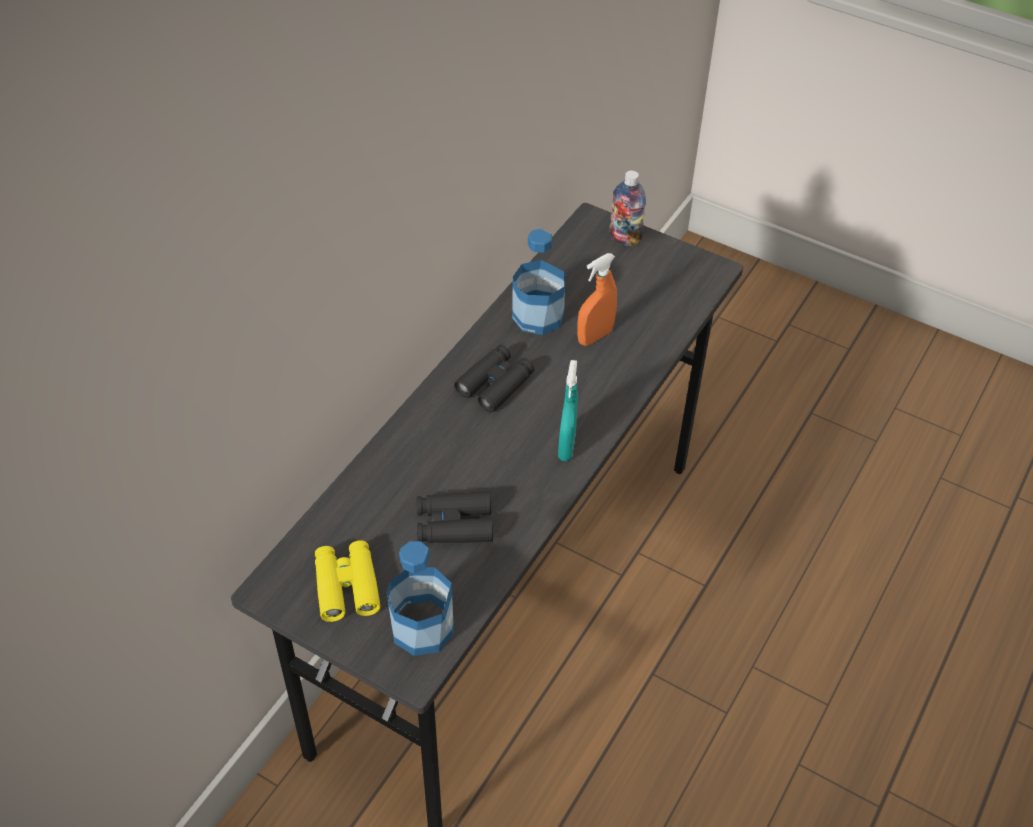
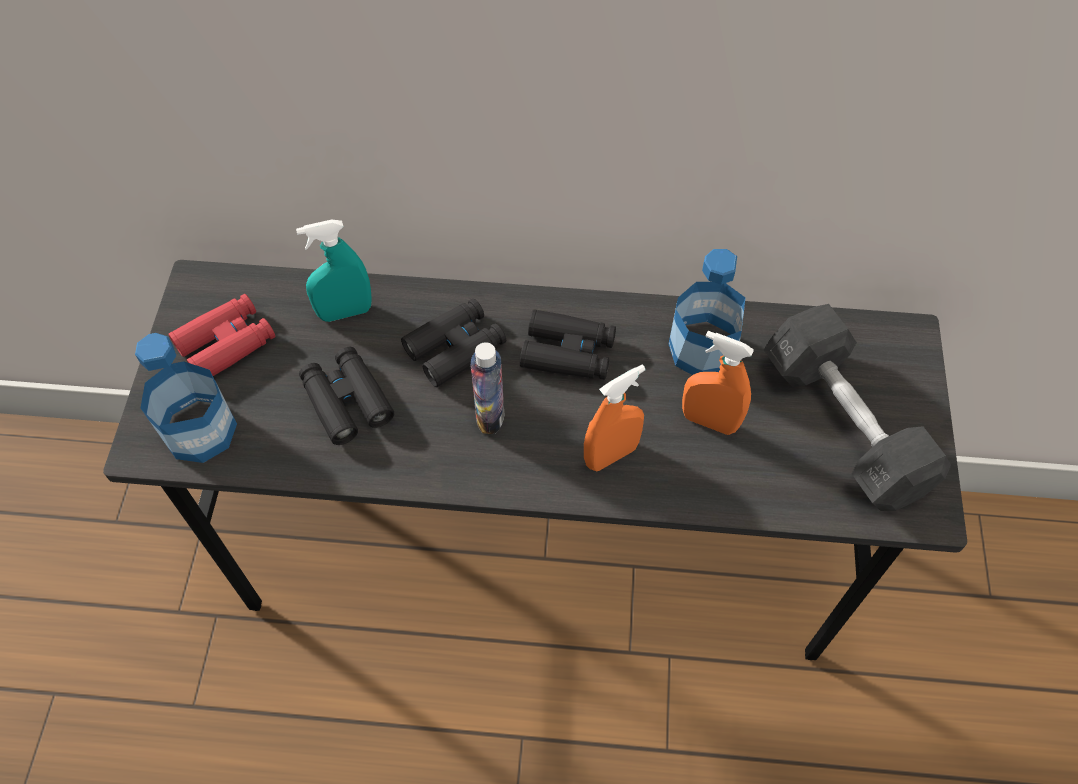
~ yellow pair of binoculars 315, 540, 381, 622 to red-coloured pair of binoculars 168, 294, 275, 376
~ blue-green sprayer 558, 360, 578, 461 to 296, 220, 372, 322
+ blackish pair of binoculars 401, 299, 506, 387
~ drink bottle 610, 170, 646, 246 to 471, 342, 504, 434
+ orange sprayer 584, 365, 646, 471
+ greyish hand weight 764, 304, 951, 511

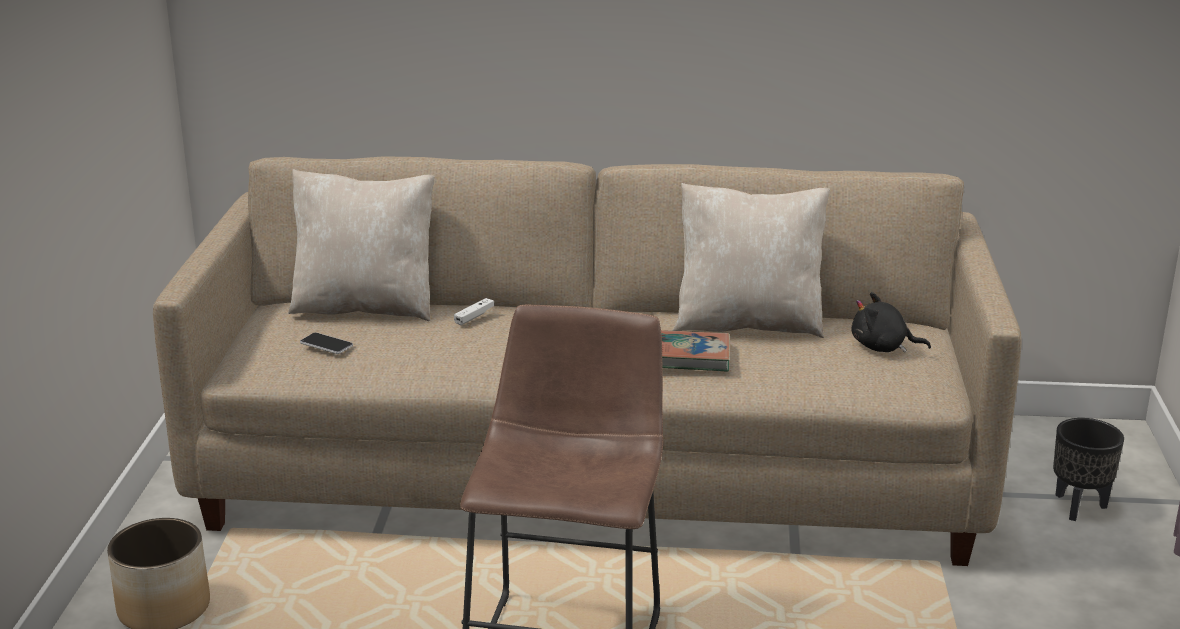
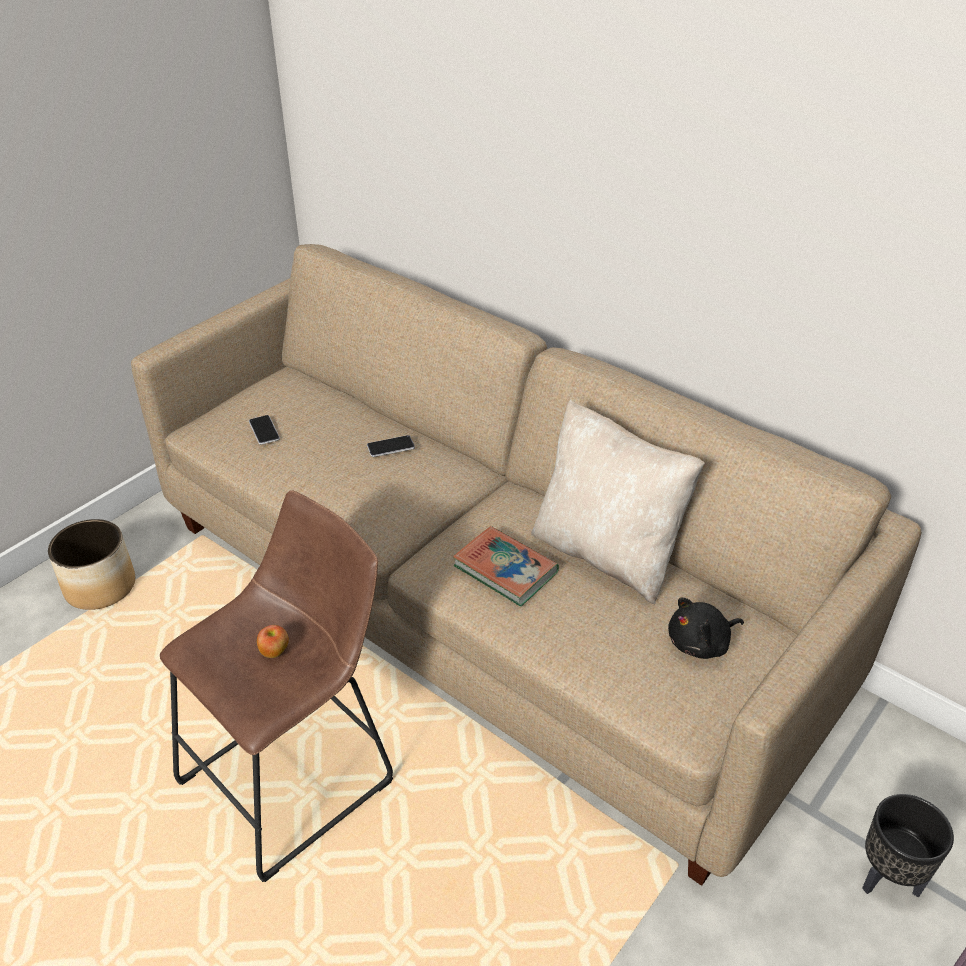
+ apple 257, 625, 289, 658
~ whitish gamepad 454, 298, 494, 325 to telephone 367, 435, 415, 457
~ blackish cuddly toy 852, 292, 931, 353 = 668, 597, 744, 659 75 degrees counterclockwise
- beige pillow 288, 169, 435, 321

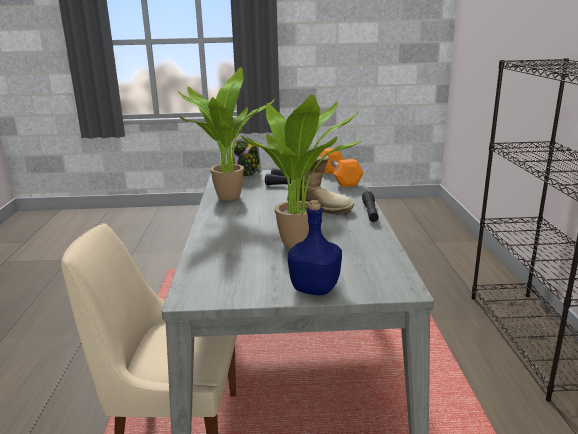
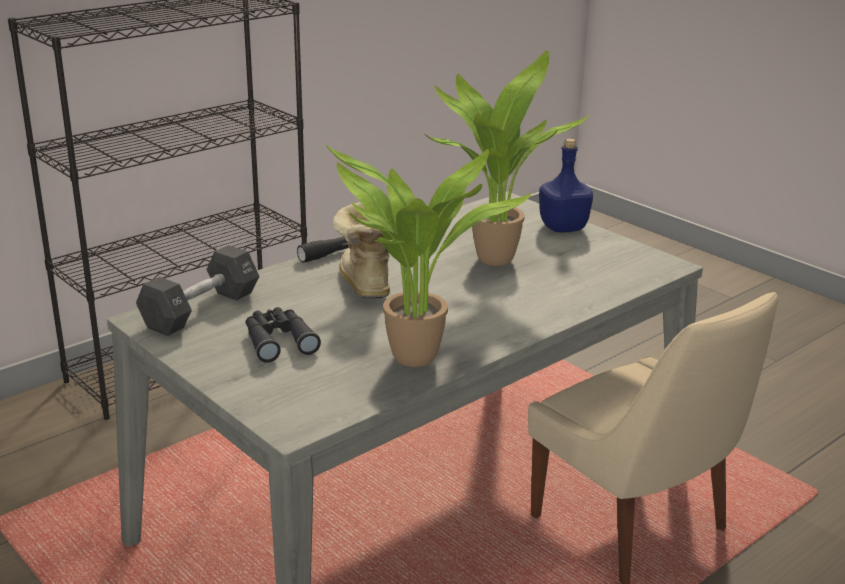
~ orange hand weight 319, 148, 364, 187 to blackish hand weight 136, 245, 259, 336
- storage jar 232, 138, 261, 177

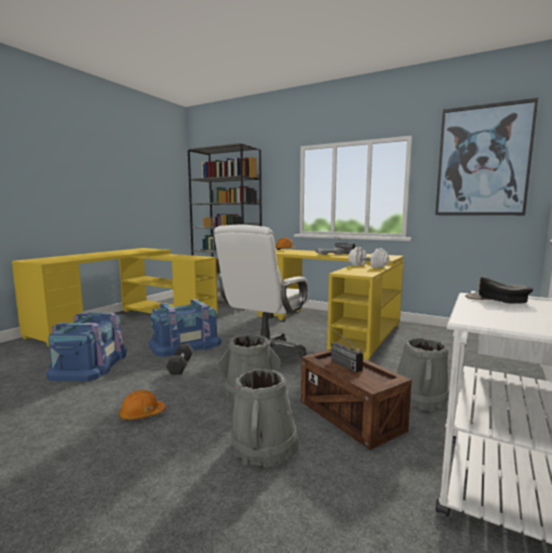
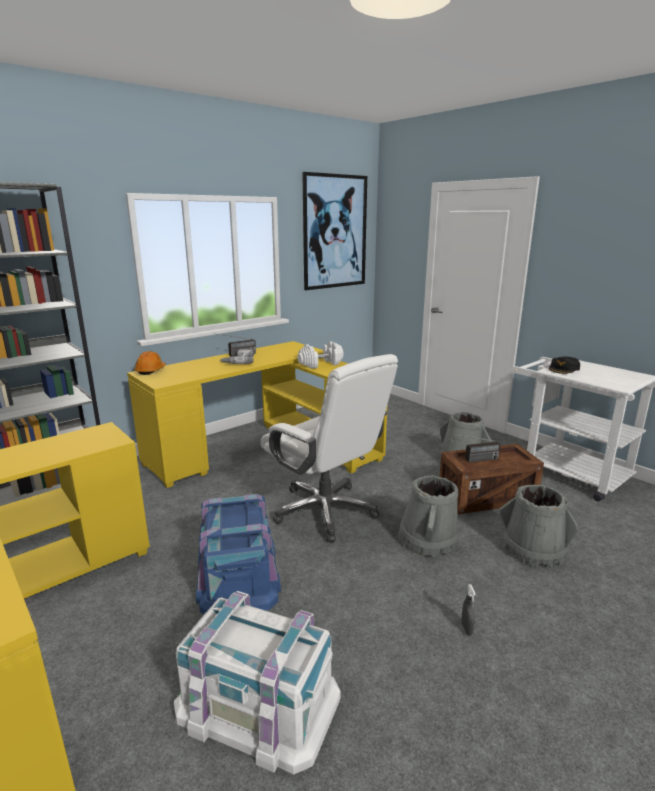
~ blue-coloured storage box 47, 312, 127, 381 to whitish storage box 174, 591, 341, 775
~ orange work helmet 119, 390, 165, 420 to greyish sprayer 461, 584, 475, 636
- blackish hand weight 166, 344, 194, 375

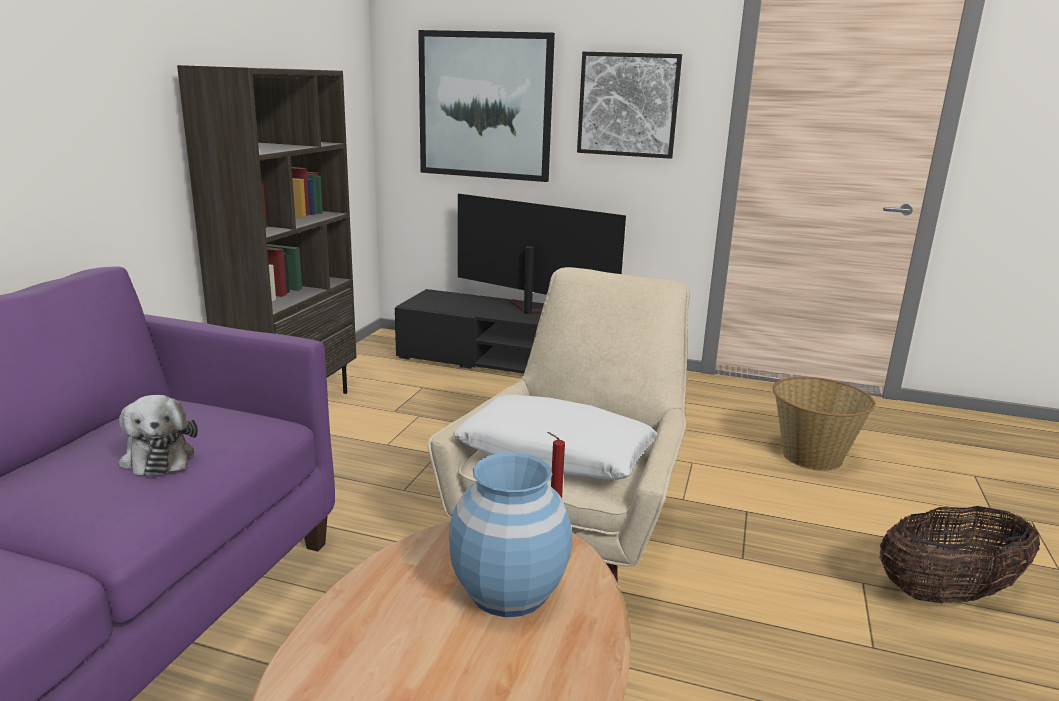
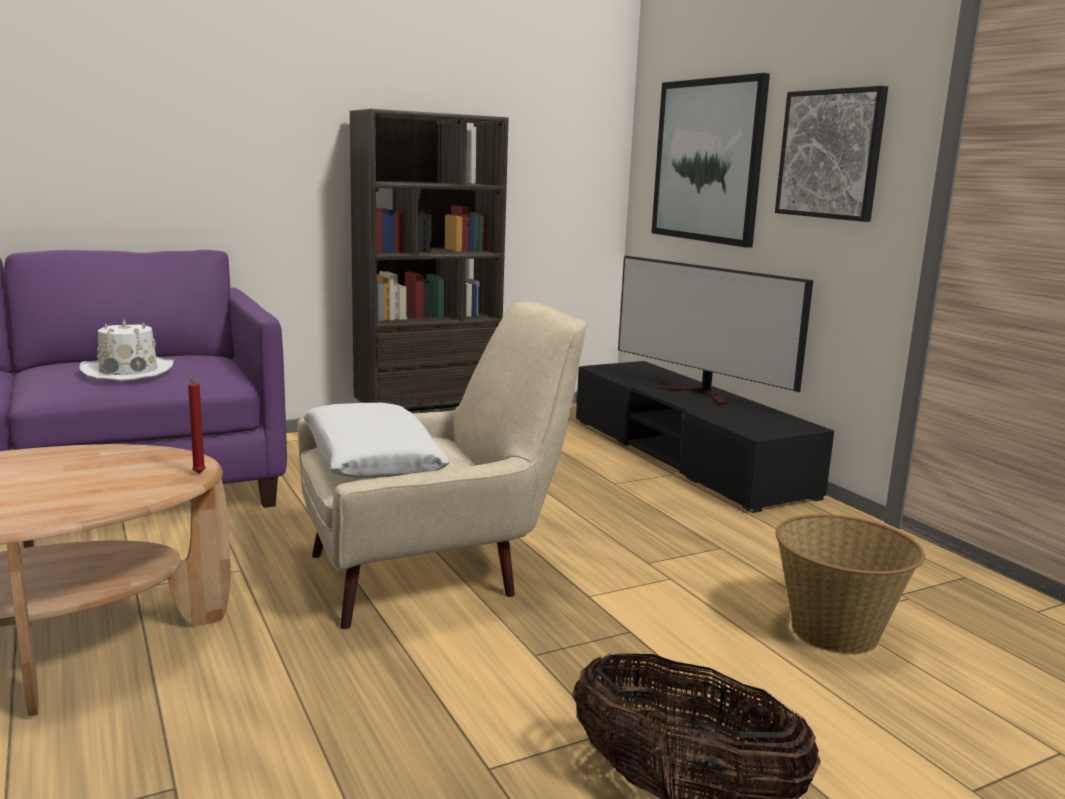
~ cuddly toy 119, 395, 198, 477 to whitish hat 79, 319, 174, 381
~ TV 458, 194, 626, 314 = 618, 256, 813, 404 150 degrees clockwise
- blue-coloured flower vase 449, 452, 572, 617

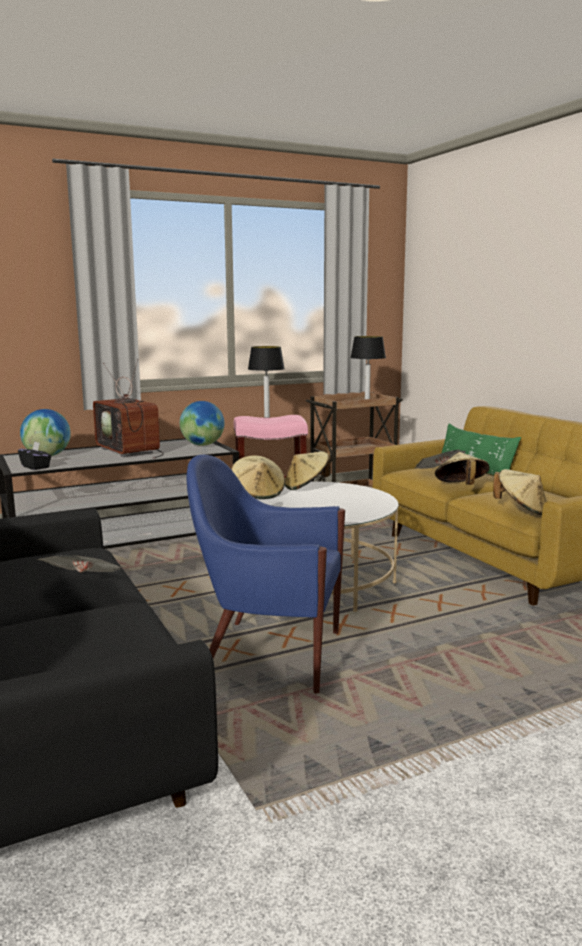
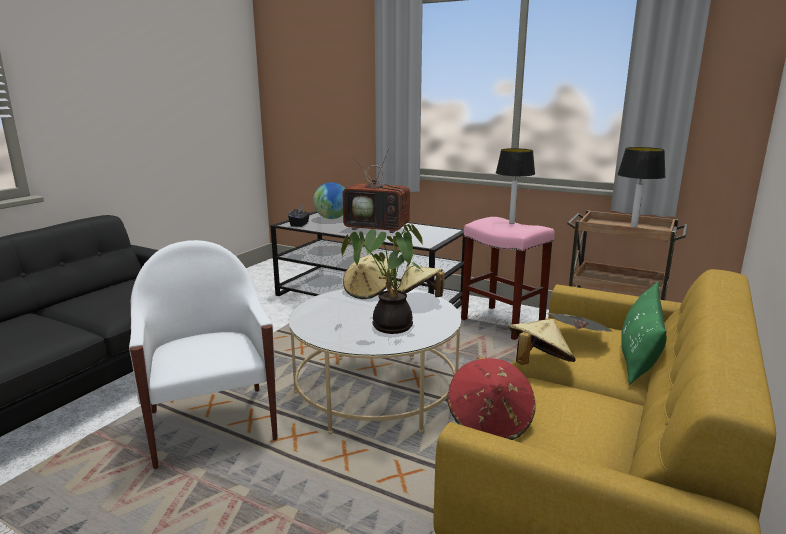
~ blue-coloured armchair 186, 455, 345, 694 to whitish armchair 129, 240, 278, 469
+ potted plant 341, 222, 424, 334
~ TV 93, 359, 164, 458 = 343, 149, 418, 233 90 degrees counterclockwise
~ beige hat 493, 469, 546, 515 to red-coloured hat 447, 357, 536, 440
- newspaper 37, 555, 121, 572
- world globe 180, 401, 225, 446

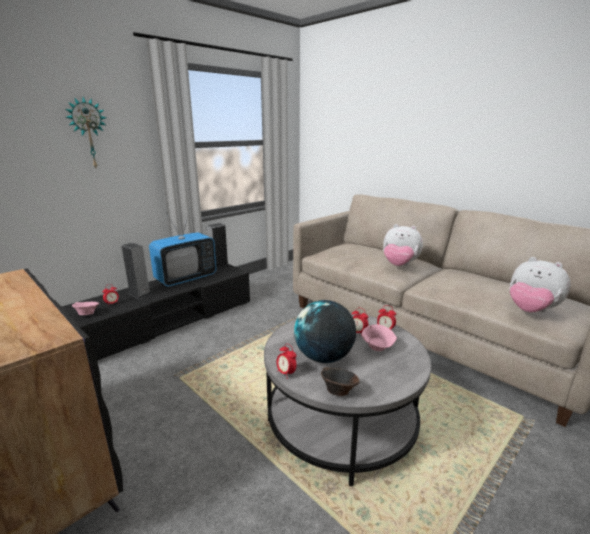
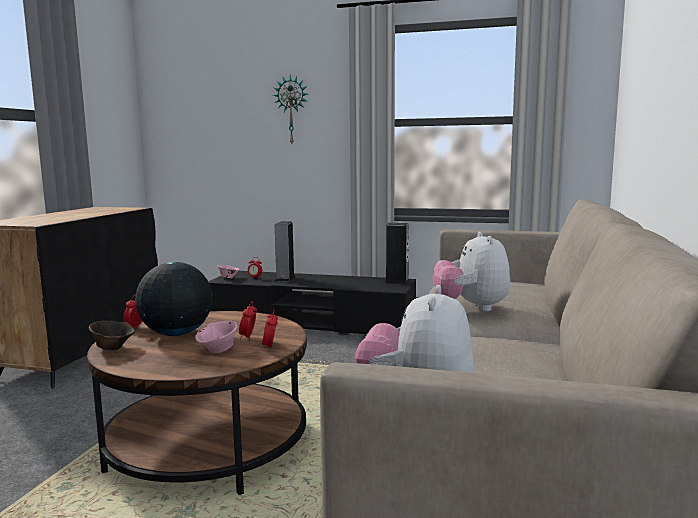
~ greyish coffee table 264, 313, 431, 486 to brown-coloured coffee table 87, 311, 307, 495
- TV 149, 209, 217, 287

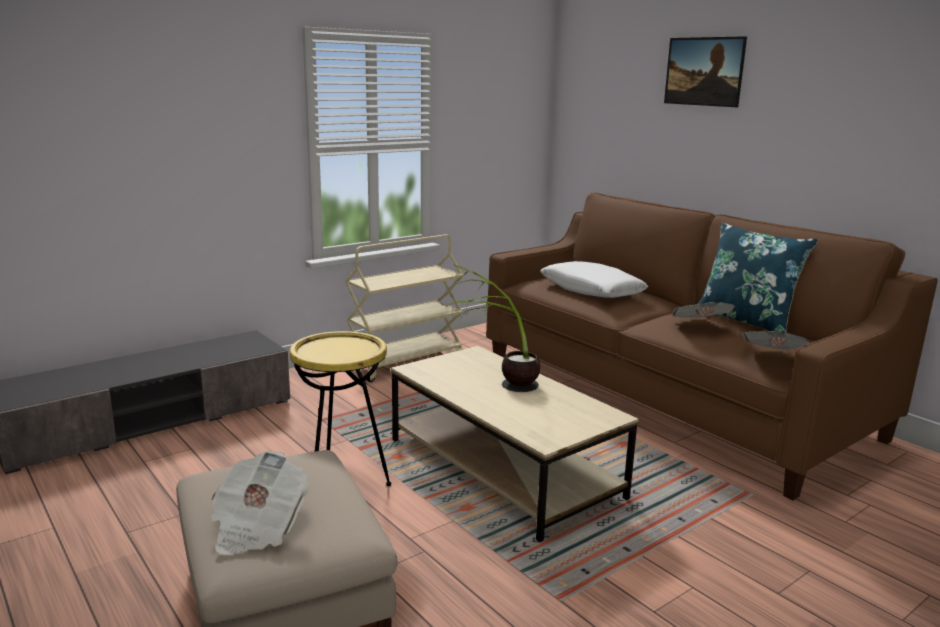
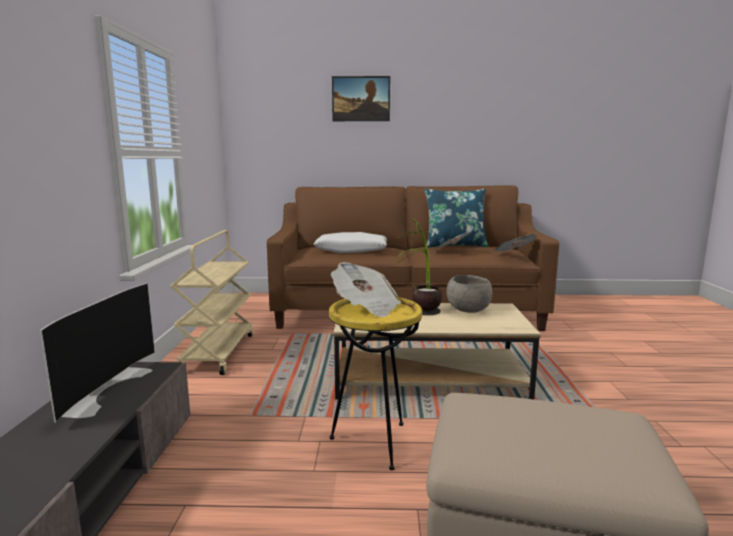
+ TV 40, 283, 155, 423
~ newspaper 210, 451, 310, 555 to 331, 262, 401, 317
+ greyish serving bowl 446, 275, 492, 313

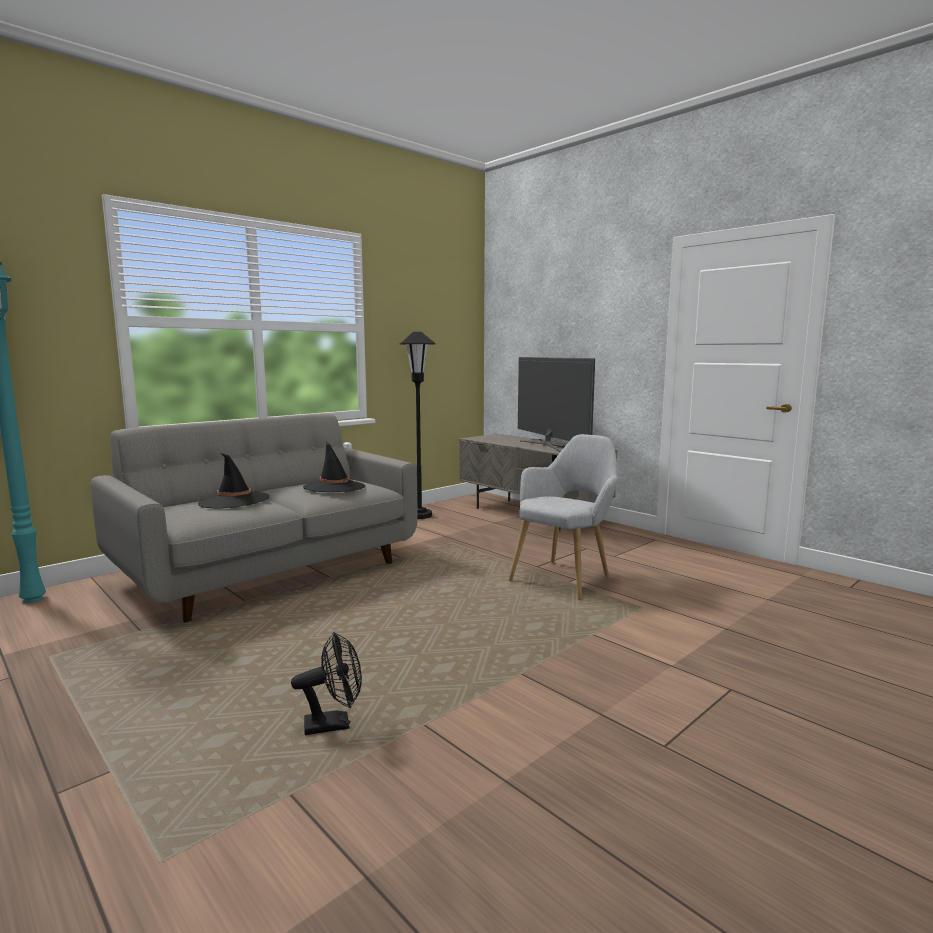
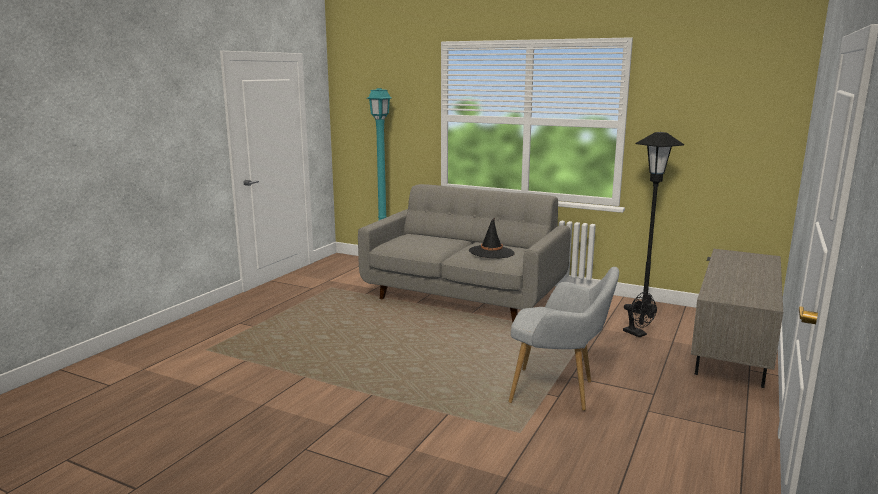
~ blackish fan 291, 632, 362, 735 to 623, 292, 657, 337
- blackish hat 198, 453, 270, 509
- TV 518, 357, 595, 452

